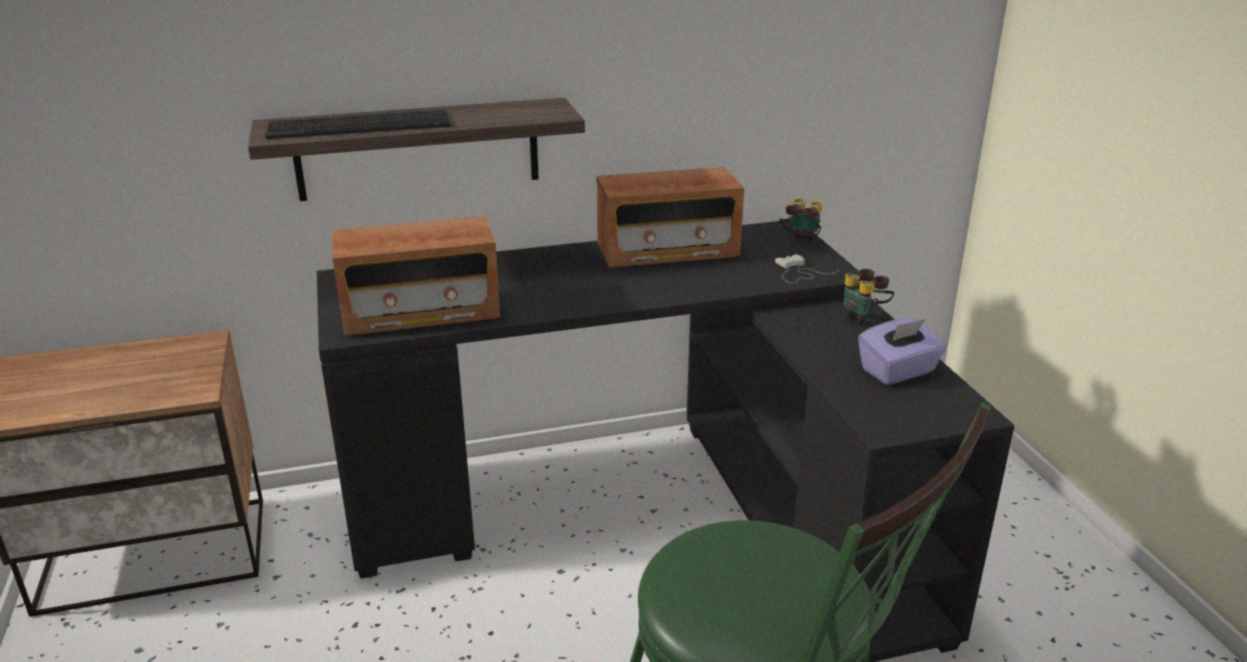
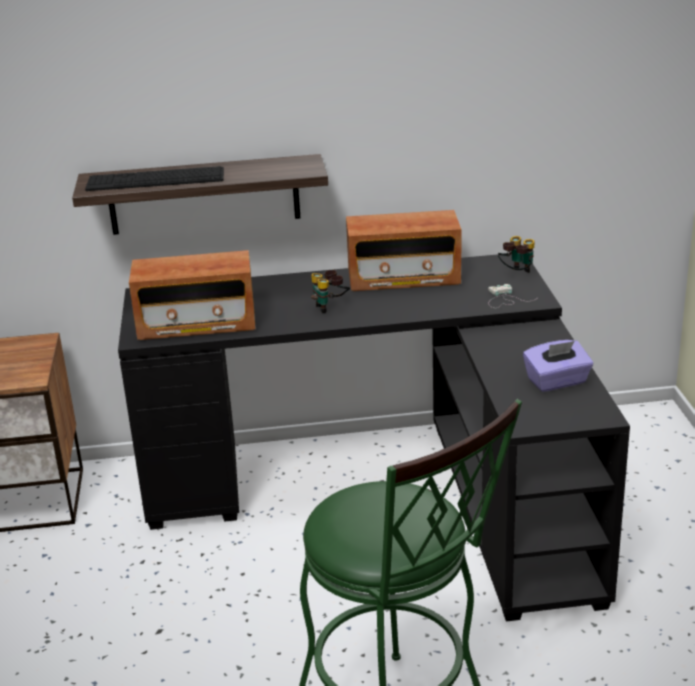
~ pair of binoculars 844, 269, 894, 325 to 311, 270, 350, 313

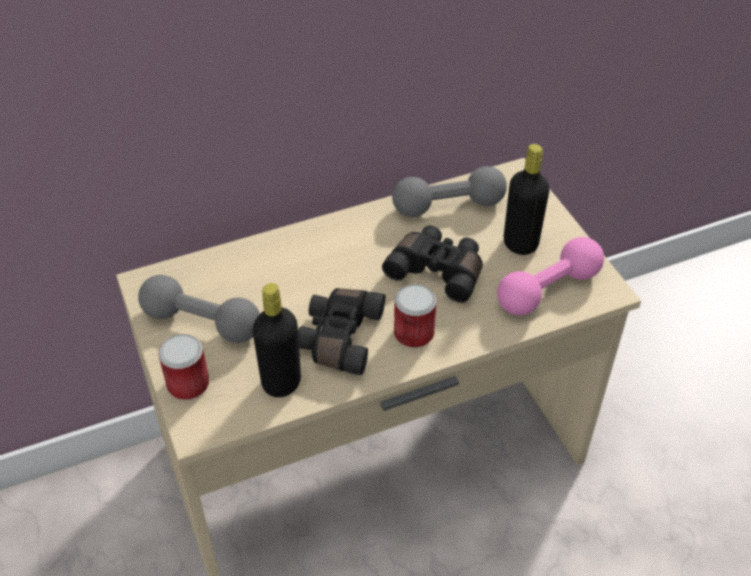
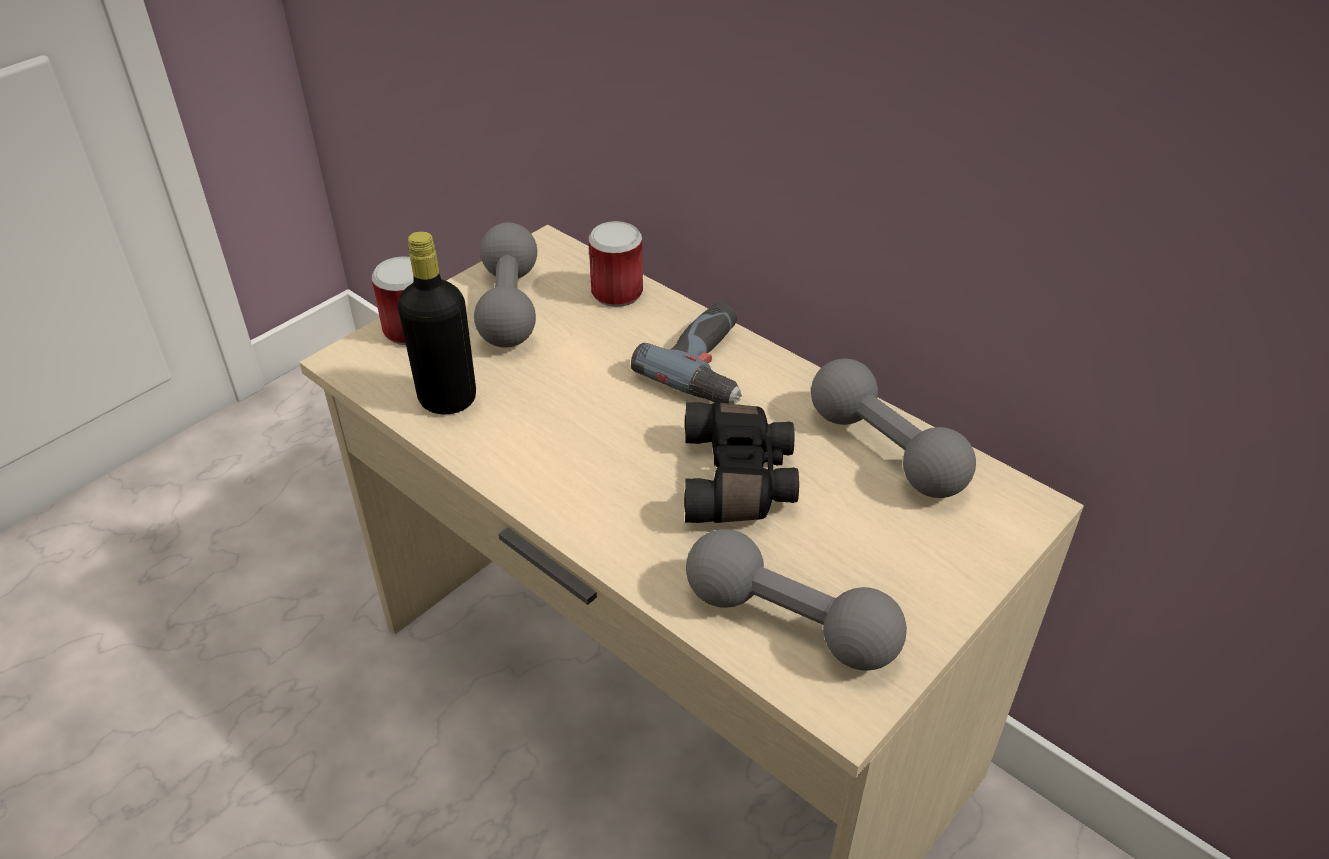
~ can 394, 284, 436, 348 to 589, 221, 643, 307
+ drill 631, 302, 742, 404
~ pinkish hand weight 497, 237, 604, 315 to greyish hand weight 686, 529, 907, 671
- blackish pair of binoculars 298, 288, 385, 375
- blackish drink bottle 504, 144, 550, 255

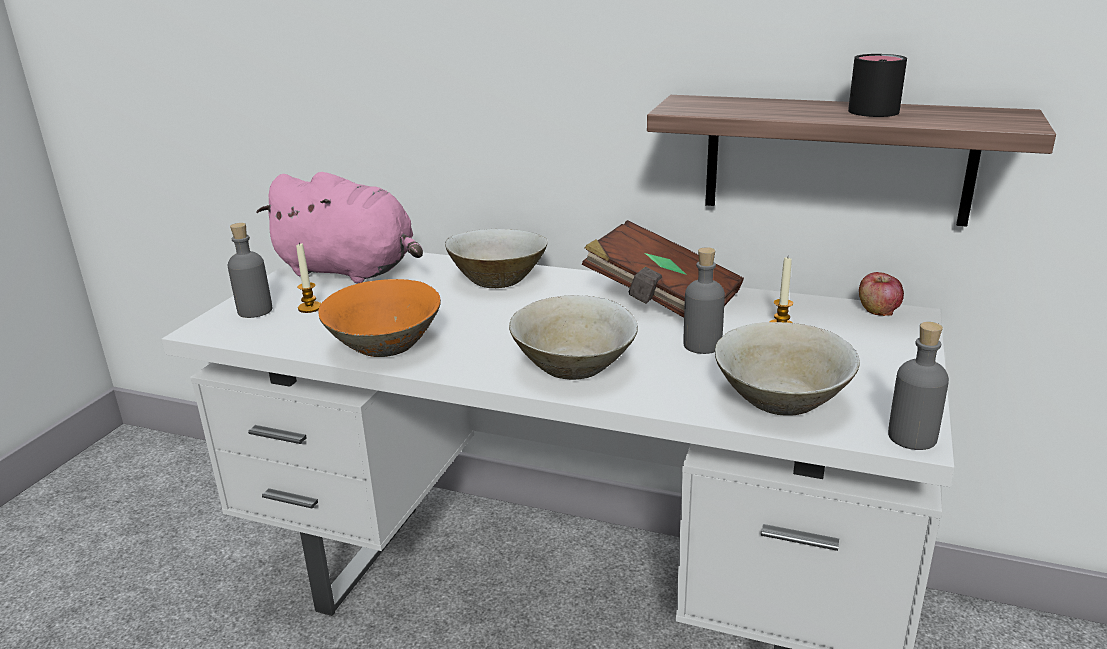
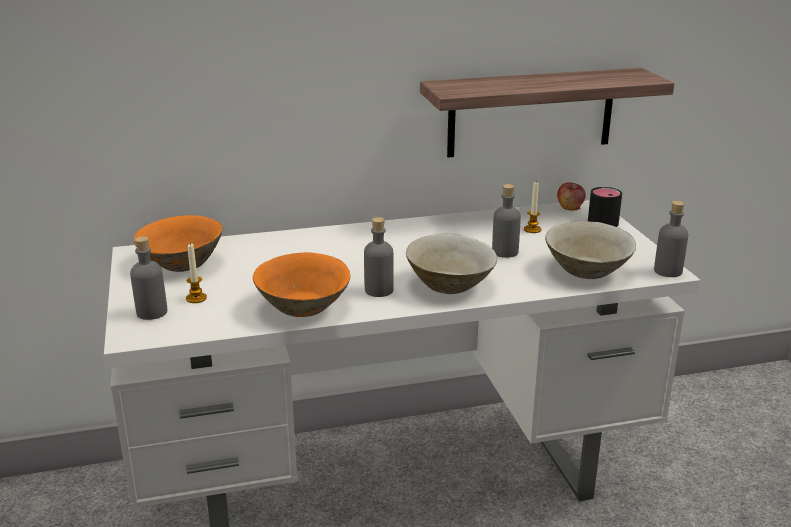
~ pinkish cuddly toy 256, 172, 423, 283 to orange serving bowl 134, 215, 222, 272
+ greyish drink bottle 364, 217, 394, 297
~ blackish mug 848, 54, 907, 117 to 588, 187, 622, 227
- beige serving bowl 445, 229, 548, 288
- brown-coloured book 582, 220, 744, 318

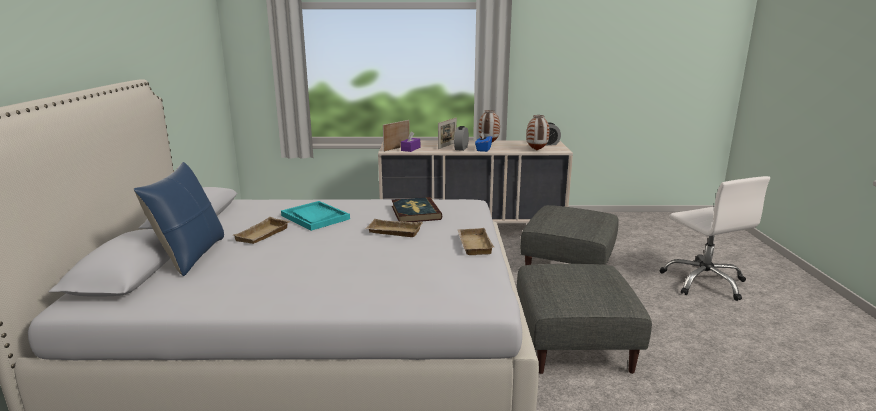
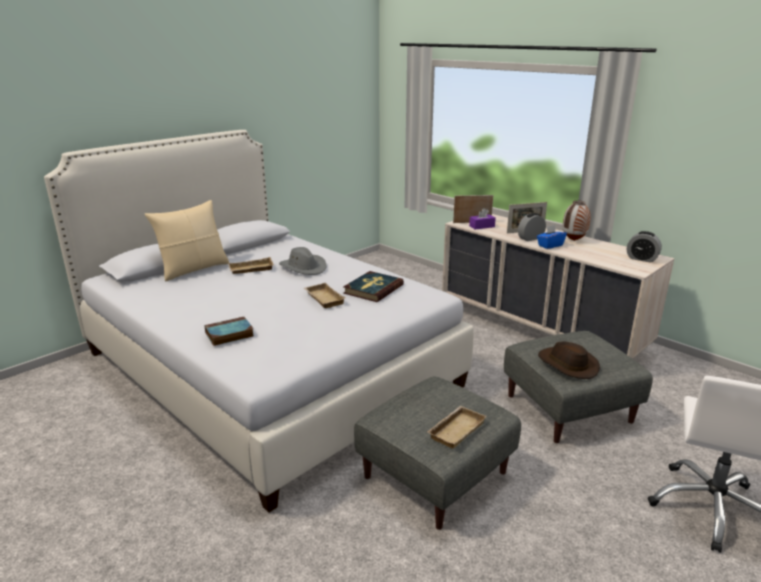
~ blue-coloured pillow 134, 162, 224, 276 to beige pillow 144, 200, 229, 281
+ book 204, 317, 254, 346
~ blue-green carrying tray 281, 201, 350, 231 to greyish hat 279, 247, 327, 275
~ beige carrying tray 457, 228, 494, 255 to 428, 406, 487, 449
+ brown-coloured hat 538, 341, 600, 379
- flower vase 526, 115, 549, 150

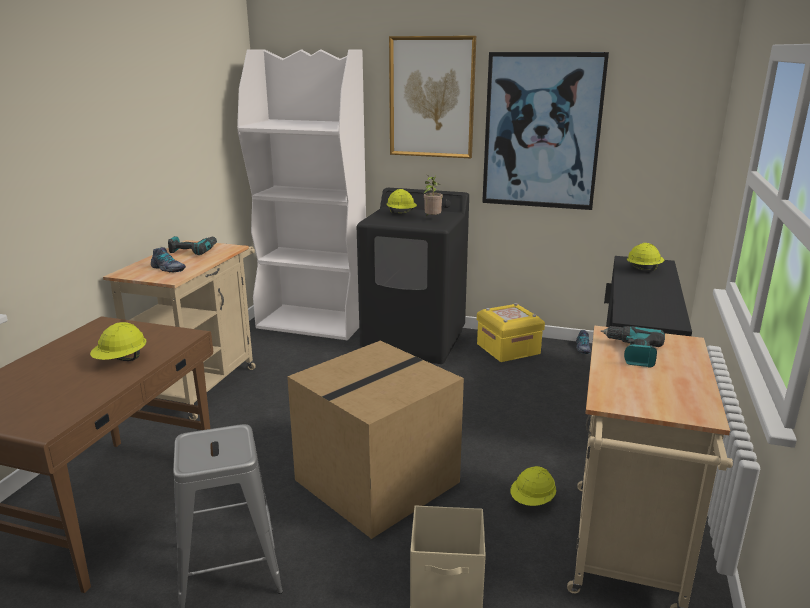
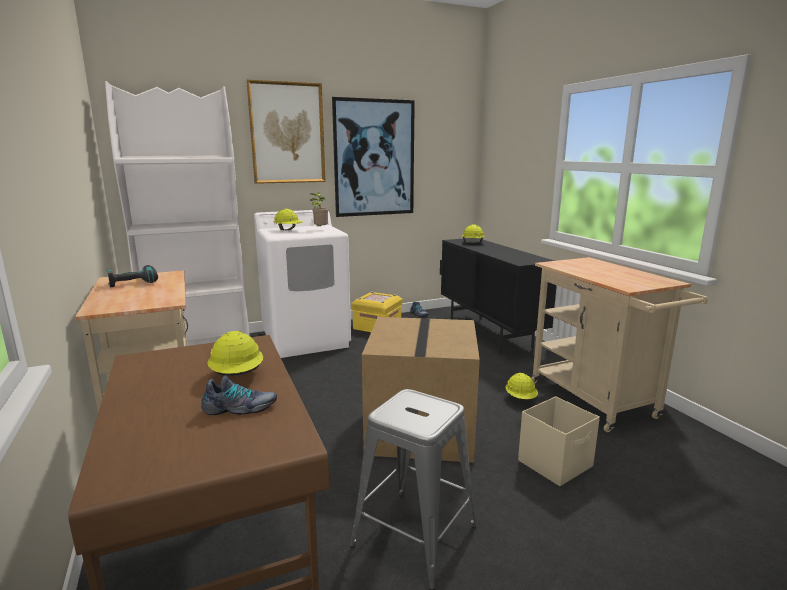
~ shoe 151, 247, 186, 273 to 201, 375, 277, 415
~ blackish laundry machine 357, 188, 469, 364 to whitish laundry machine 254, 210, 351, 358
- drill 601, 326, 665, 368

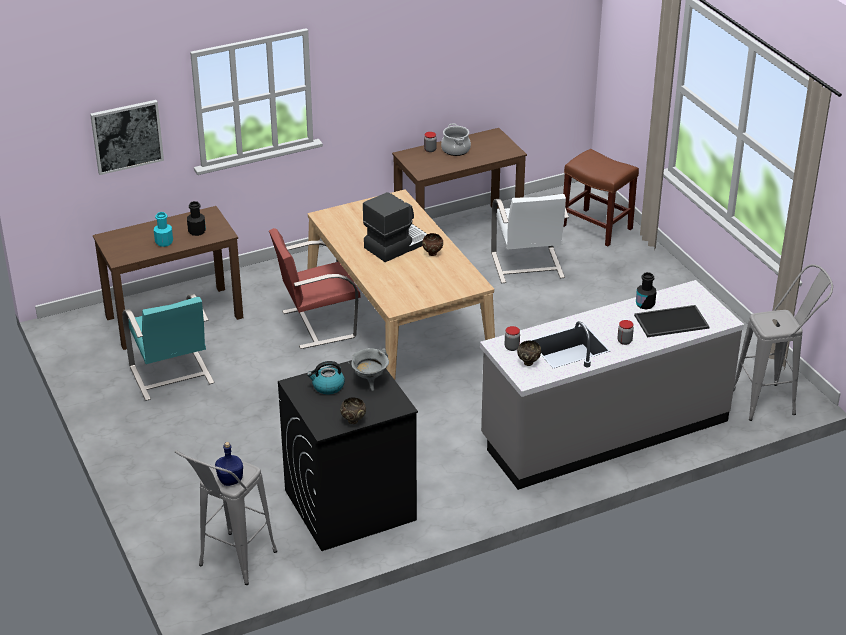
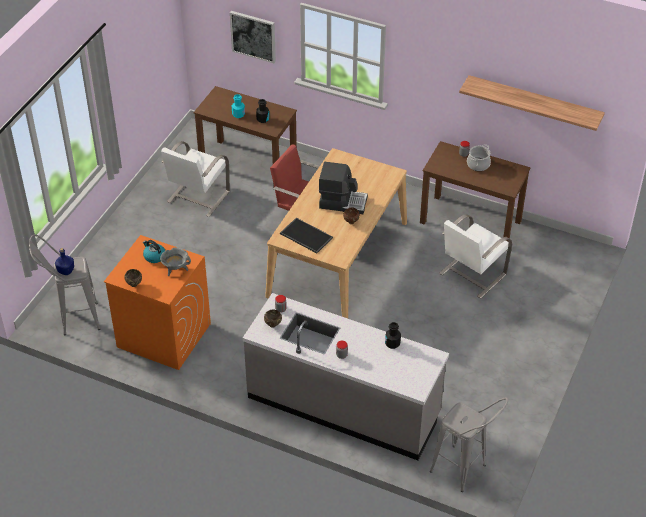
~ blackish laundry machine 278, 360, 418, 551 to orange laundry machine 104, 235, 211, 370
~ blue-green plain chair 122, 294, 214, 401 to whitish plain chair 161, 141, 230, 217
~ carrying tray 634, 305, 710, 337 to 280, 218, 333, 253
+ bracket shelf 459, 75, 605, 131
- brown-coloured stool 563, 149, 639, 246

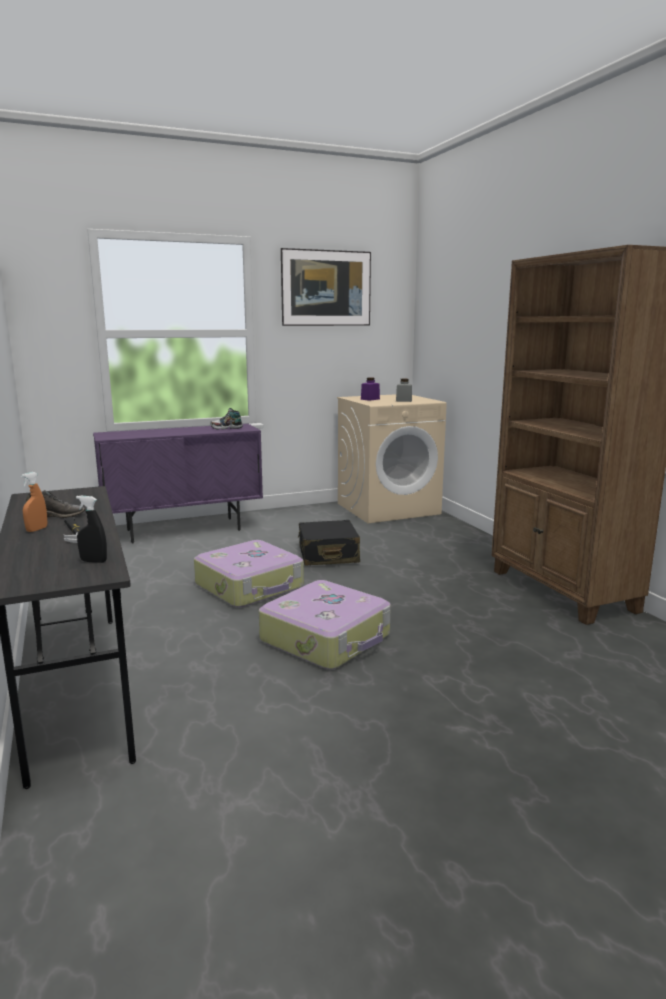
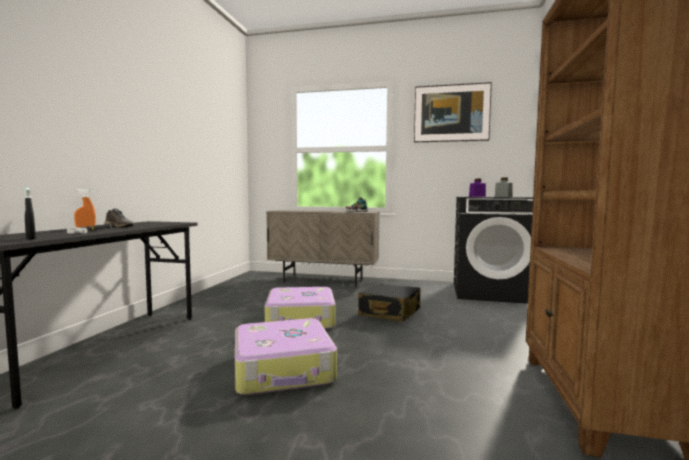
~ purple-coloured cupboard 93, 424, 263, 543 to beige cupboard 266, 210, 380, 287
~ beige laundry machine 337, 394, 447, 523 to blackish laundry machine 454, 197, 533, 304

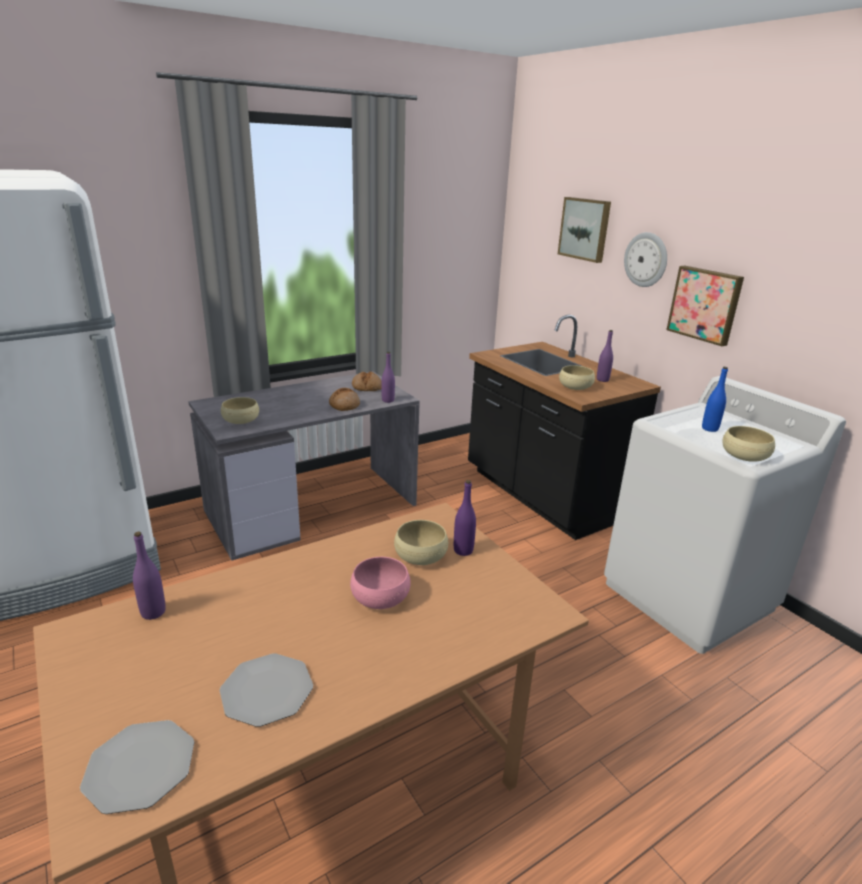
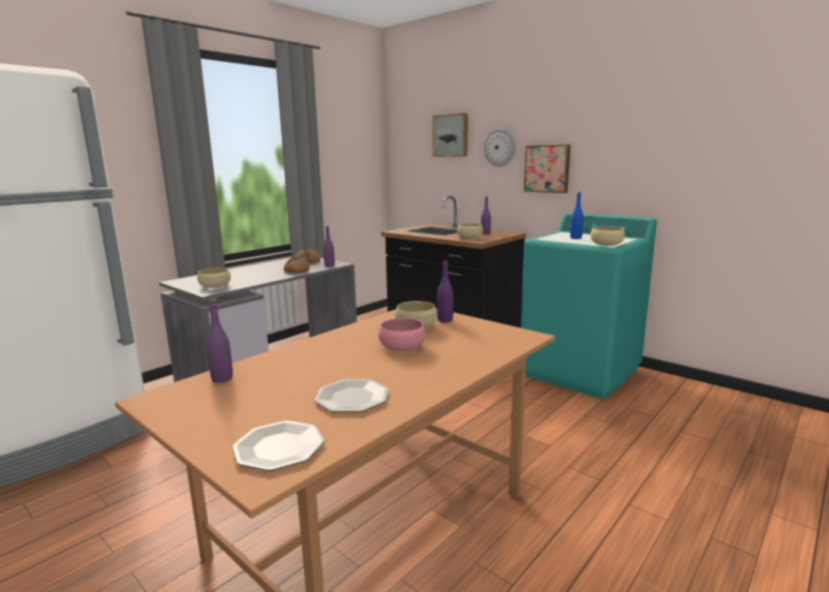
~ whitish laundry machine 604, 376, 846, 654 to blue-green laundry machine 521, 213, 657, 399

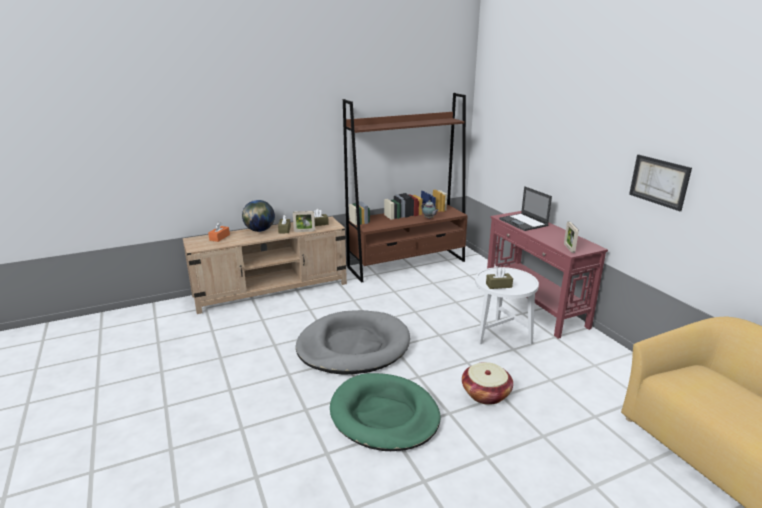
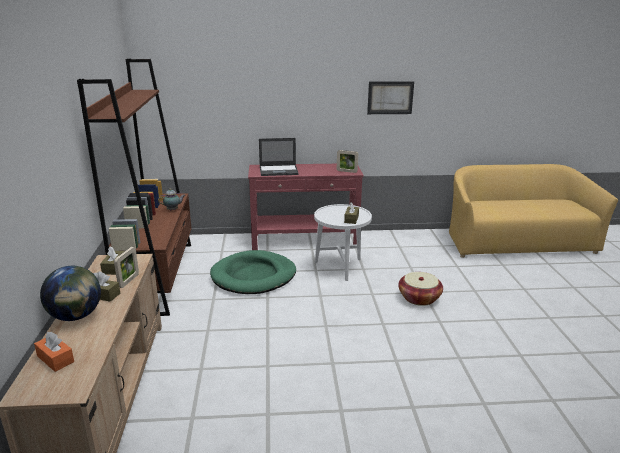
~ greenish pet bed 330, 373, 441, 451 to 210, 250, 296, 294
- greyish pet bed 296, 310, 410, 375

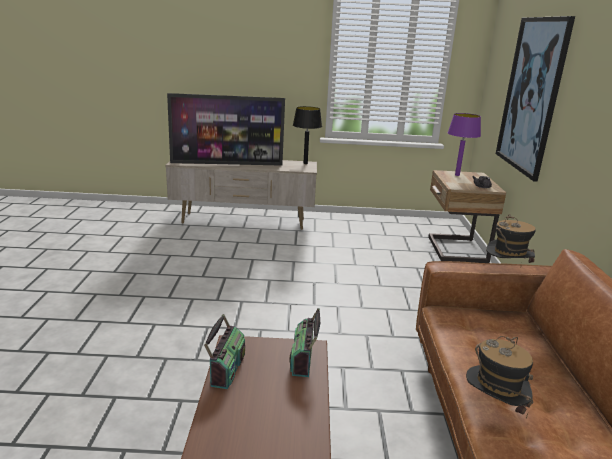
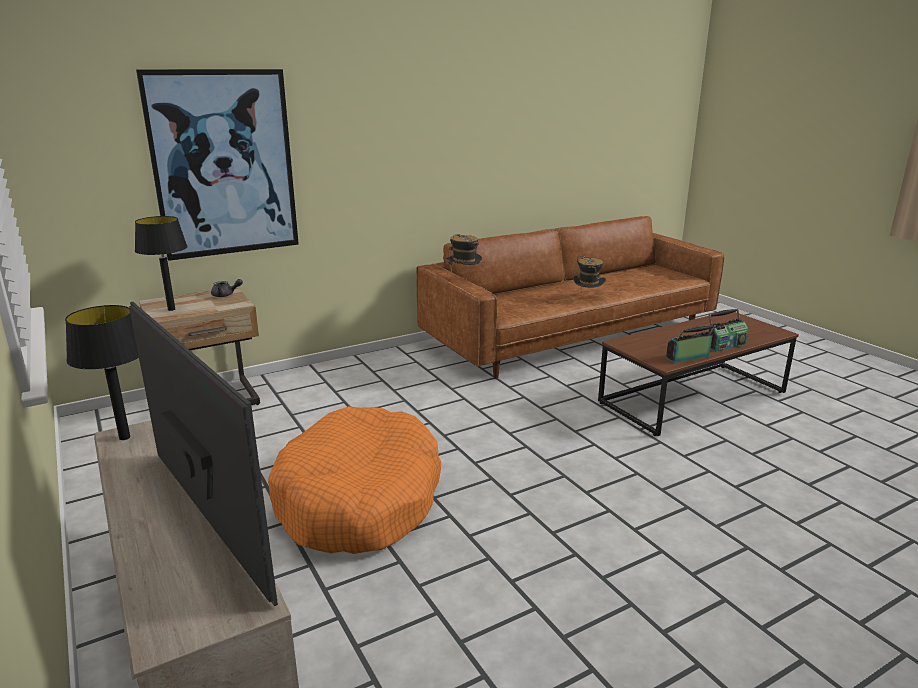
~ purple-coloured tabletop lamp 448, 113, 481, 176 to blackish tabletop lamp 135, 216, 188, 311
+ orange pet bed 268, 406, 441, 554
~ radio receiver 289, 308, 320, 377 to 708, 309, 749, 352

